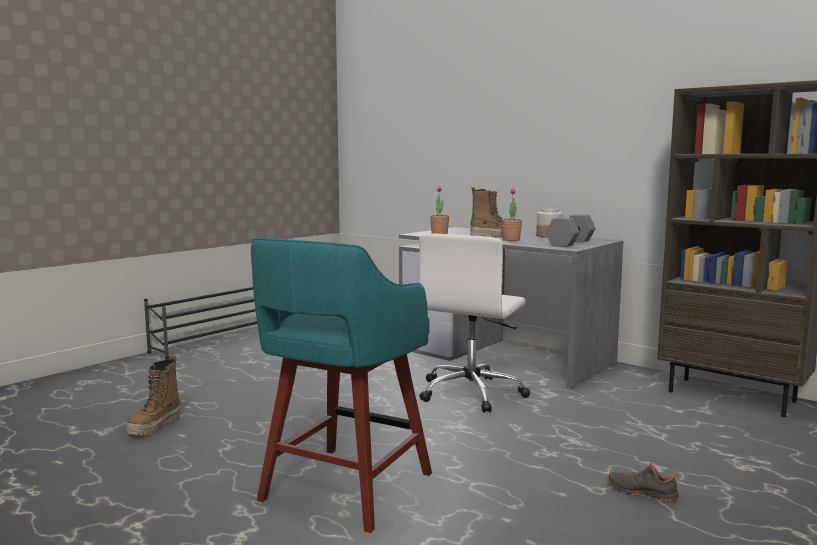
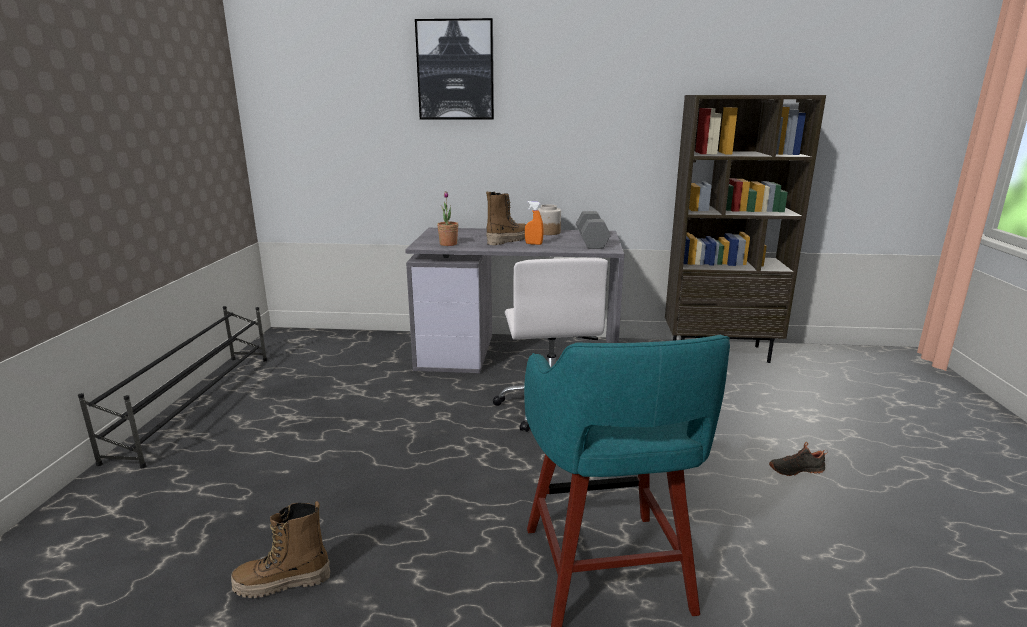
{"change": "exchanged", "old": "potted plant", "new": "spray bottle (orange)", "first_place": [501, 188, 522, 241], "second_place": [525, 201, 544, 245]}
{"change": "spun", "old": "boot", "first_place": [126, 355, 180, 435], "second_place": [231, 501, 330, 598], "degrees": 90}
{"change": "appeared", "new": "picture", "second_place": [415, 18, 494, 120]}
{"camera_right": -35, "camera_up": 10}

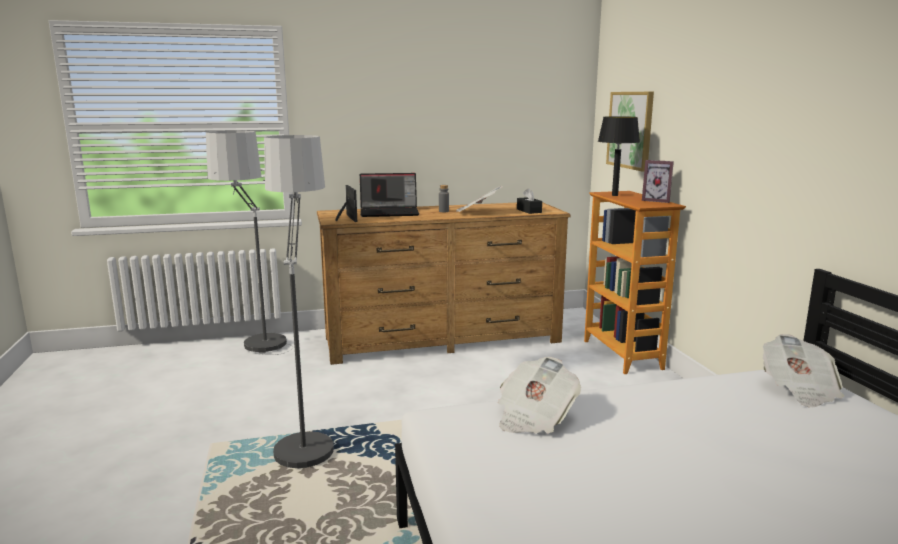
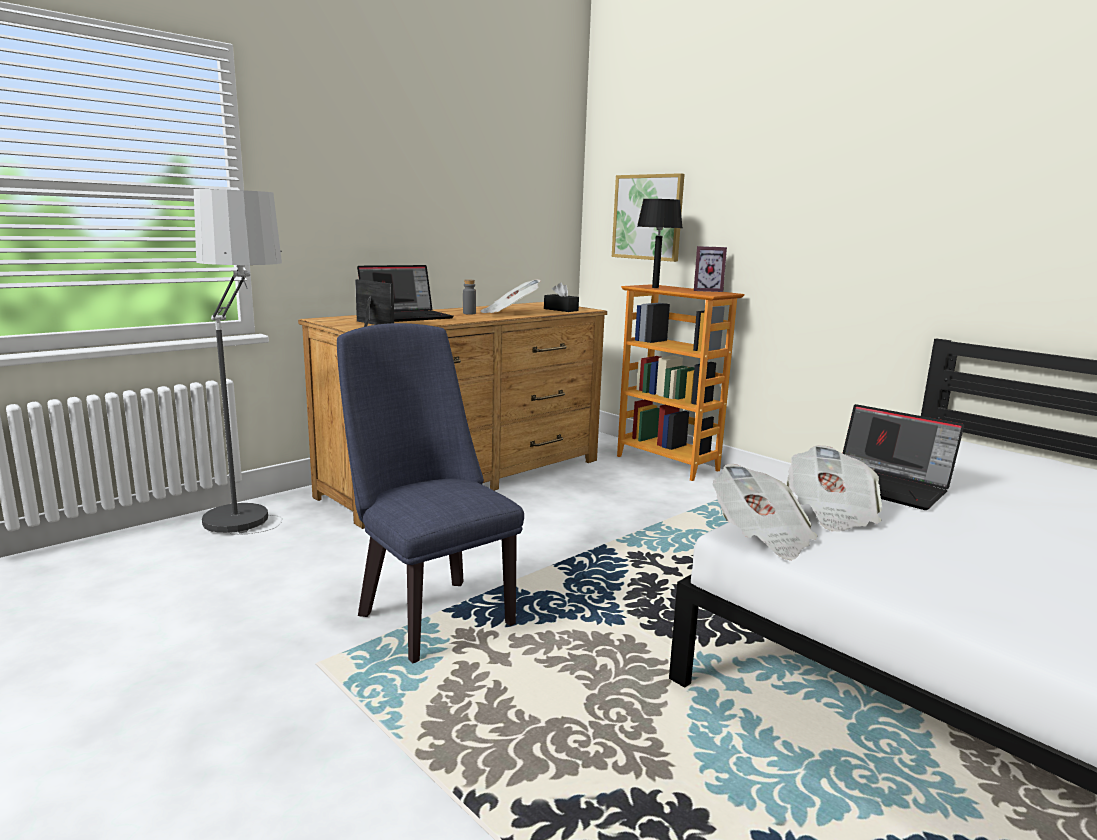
{"change": "exchanged", "old": "floor lamp", "new": "chair (blue)", "first_place": [263, 135, 334, 469], "second_place": [337, 323, 524, 663]}
{"change": "relocated", "old": "newspaper", "first_place": [763, 334, 844, 408], "second_place": [713, 464, 818, 561]}
{"change": "appeared", "new": "laptop", "second_place": [843, 404, 964, 510]}
{"camera_right": -30, "camera_up": 0}

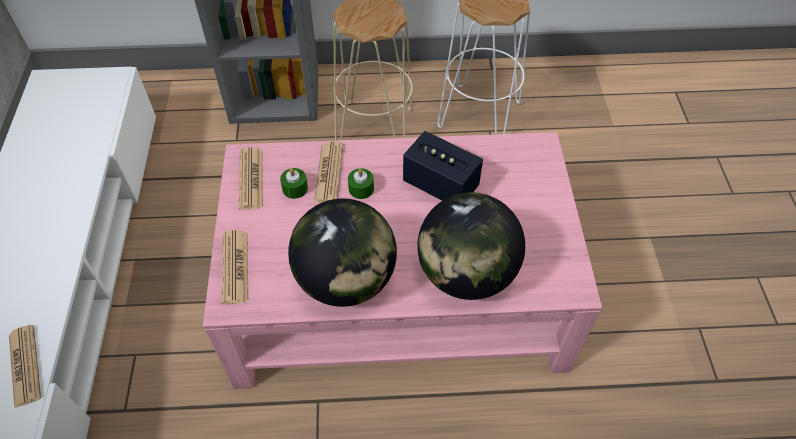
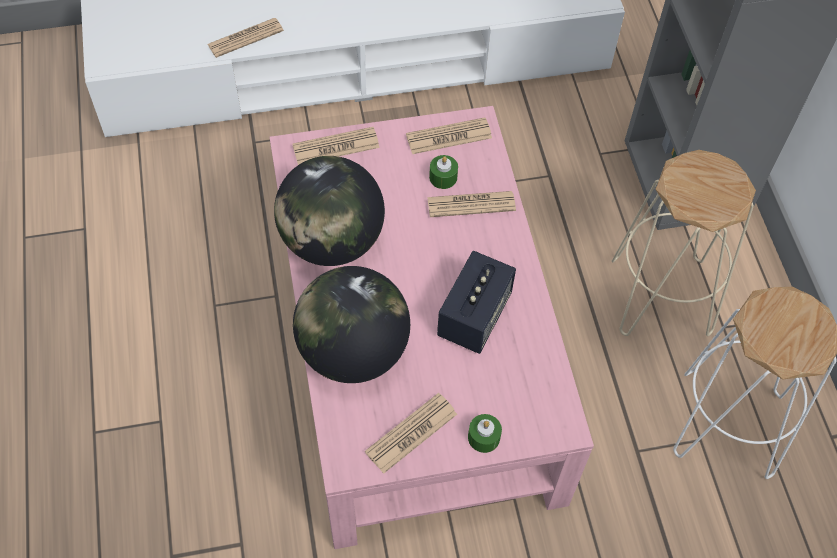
{"change": "relocated", "old": "candle (green)", "first_place": [348, 168, 374, 199], "second_place": [468, 414, 502, 453]}
{"change": "appeared", "new": "newspaper", "second_place": [365, 393, 457, 474]}
{"camera_right": 80, "camera_up": 5}

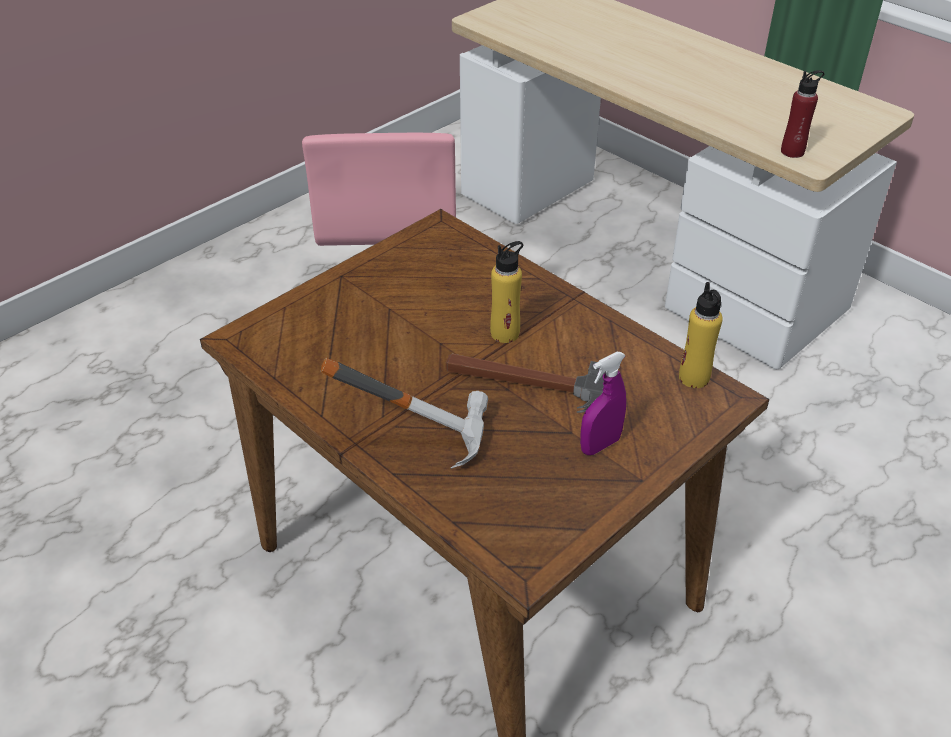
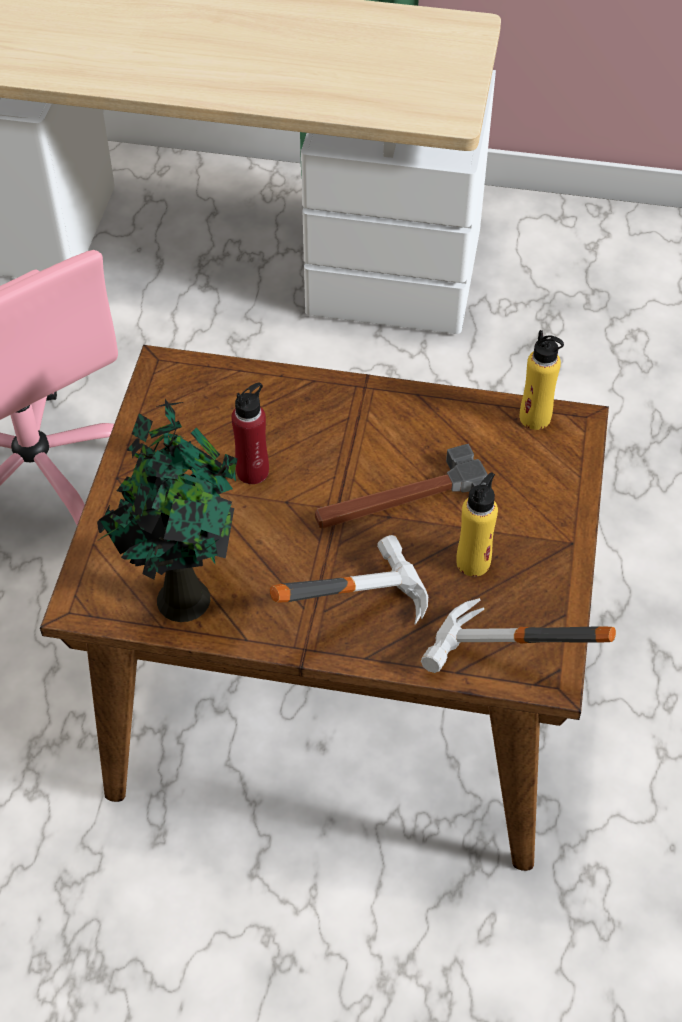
{"change": "relocated", "old": "bottle (red)", "first_place": [781, 70, 824, 158], "second_place": [231, 383, 269, 484]}
{"change": "relocated", "old": "bottle (yellow)", "first_place": [490, 241, 523, 343], "second_place": [456, 472, 498, 577]}
{"change": "missing", "old": "spray bottle (purple)", "first_place": [580, 352, 626, 455]}
{"change": "appeared", "new": "potted plant", "second_place": [97, 399, 238, 622]}
{"change": "appeared", "new": "hammer", "second_place": [421, 598, 616, 673]}
{"camera_right": -35, "camera_up": 10}

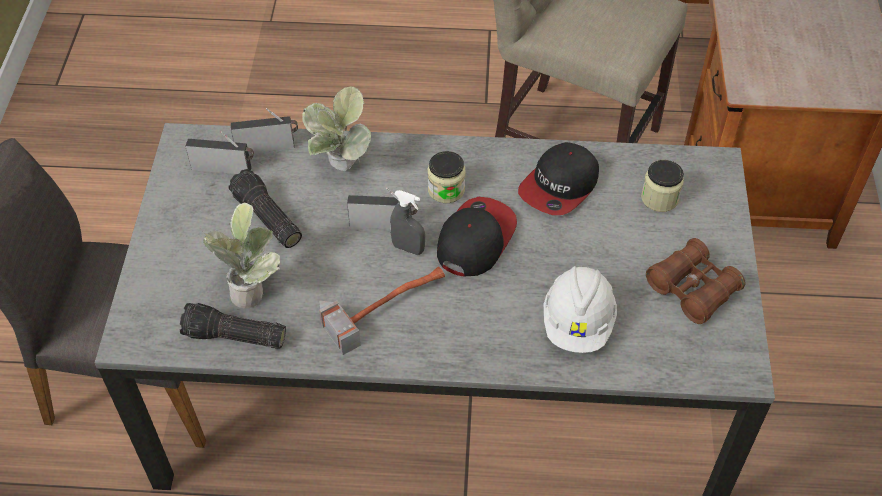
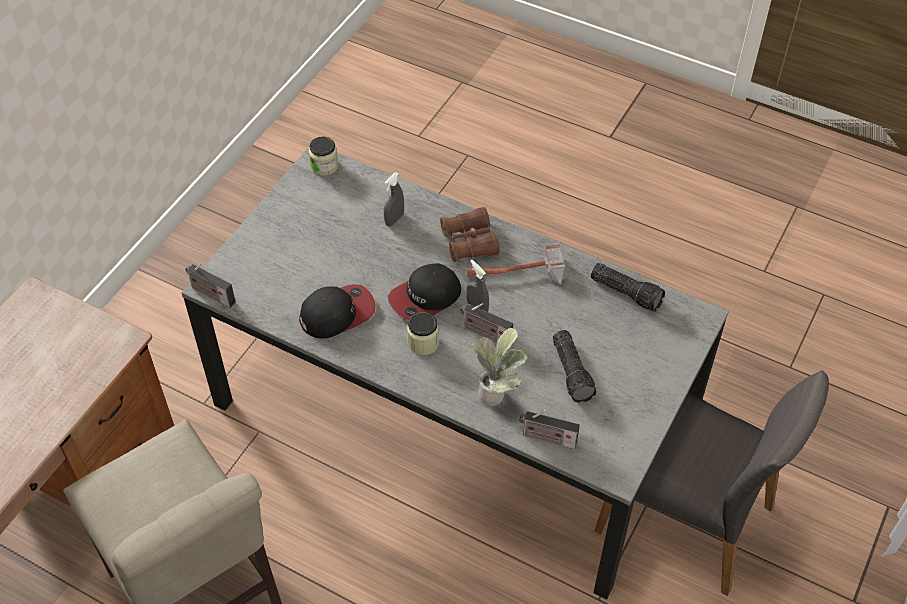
{"change": "relocated", "old": "radio", "first_place": [185, 131, 254, 174], "second_place": [185, 263, 236, 308]}
{"change": "relocated", "old": "jar", "first_place": [641, 160, 684, 212], "second_place": [309, 137, 339, 176]}
{"change": "missing", "old": "potted plant", "first_place": [203, 203, 280, 308]}
{"change": "relocated", "old": "binoculars (brown)", "first_place": [646, 238, 745, 324], "second_place": [440, 207, 500, 262]}
{"change": "exchanged", "old": "hard hat (white)", "new": "spray bottle (grey)", "first_place": [544, 266, 617, 353], "second_place": [384, 172, 404, 227]}
{"camera_right": -155, "camera_up": 0}

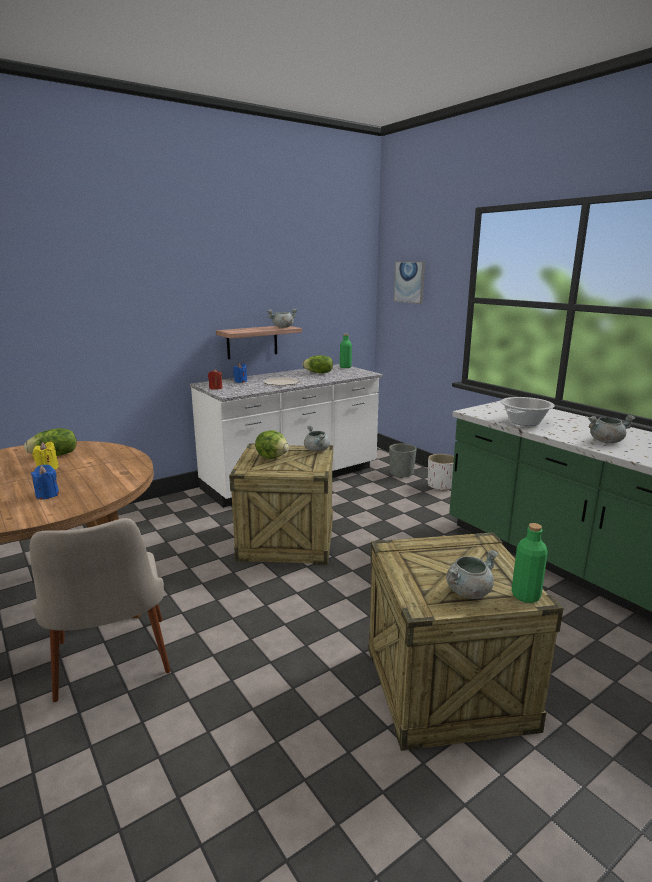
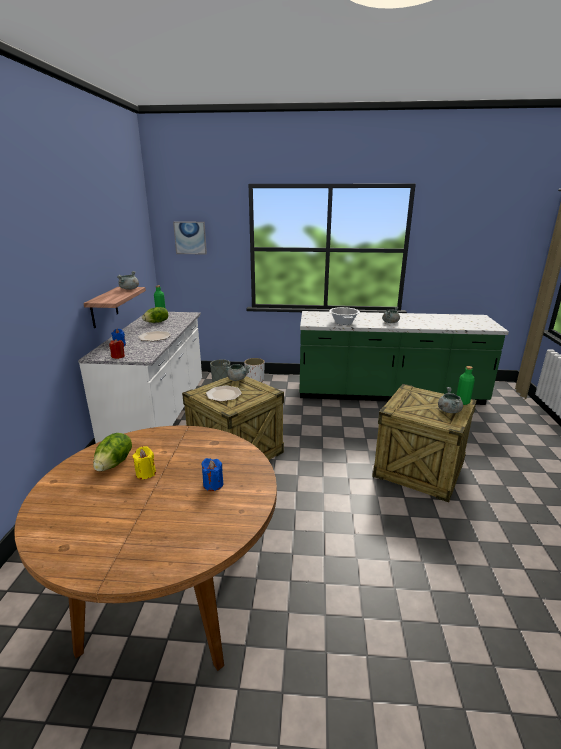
{"change": "exchanged", "old": "lettuce", "new": "plate", "first_place": [255, 430, 289, 459], "second_place": [206, 386, 242, 402]}
{"change": "missing", "old": "chair (beige)", "first_place": [30, 518, 171, 702]}
{"camera_right": -50, "camera_up": 5}

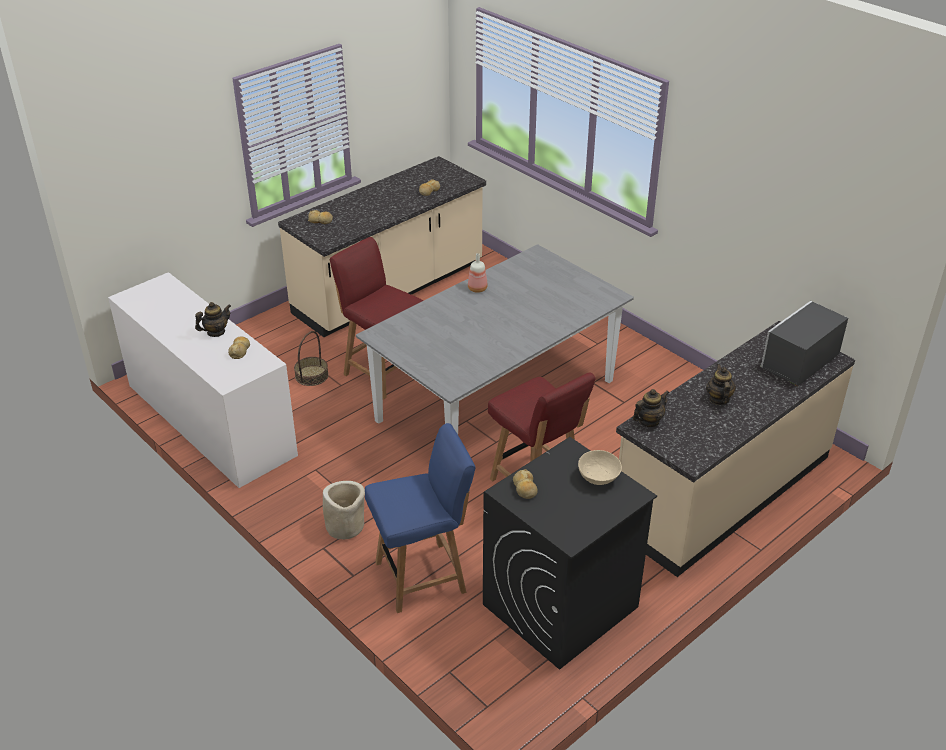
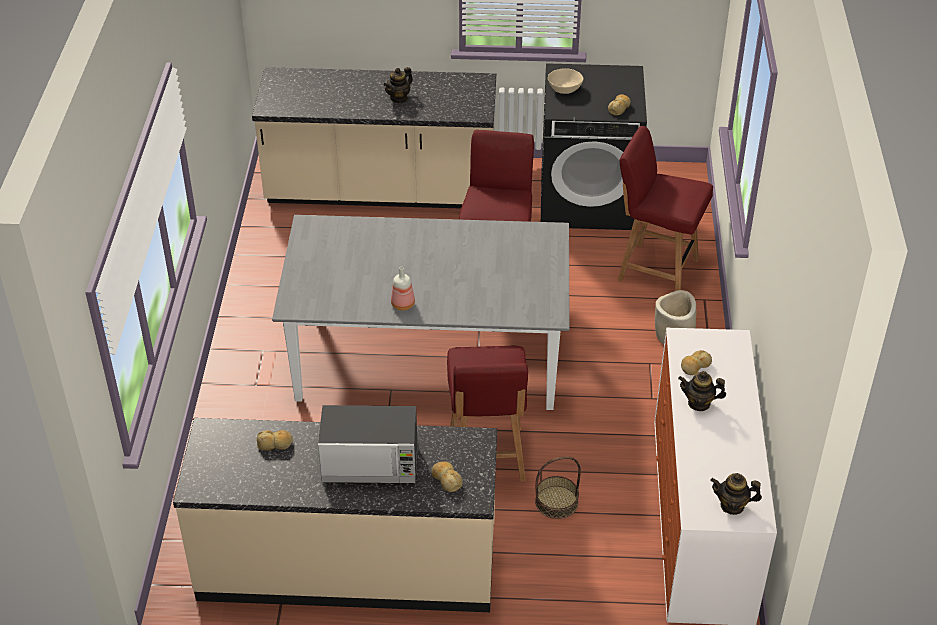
{"change": "relocated", "old": "microwave", "first_place": [760, 301, 848, 386], "second_place": [318, 405, 418, 483]}
{"change": "relocated", "old": "teapot", "first_place": [633, 389, 669, 427], "second_place": [710, 473, 762, 515]}
{"change": "colour", "old": "chair (blue)", "new": "chair (red)", "first_place": [365, 423, 475, 613], "second_place": [618, 126, 713, 291]}
{"camera_right": -135, "camera_up": 5}

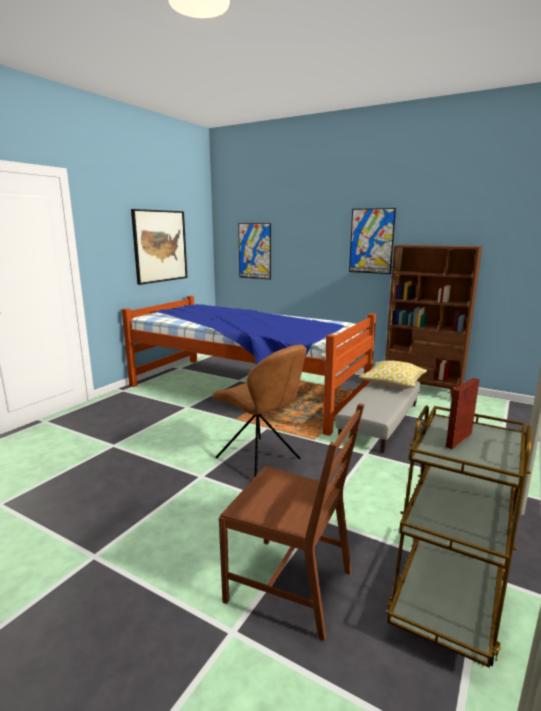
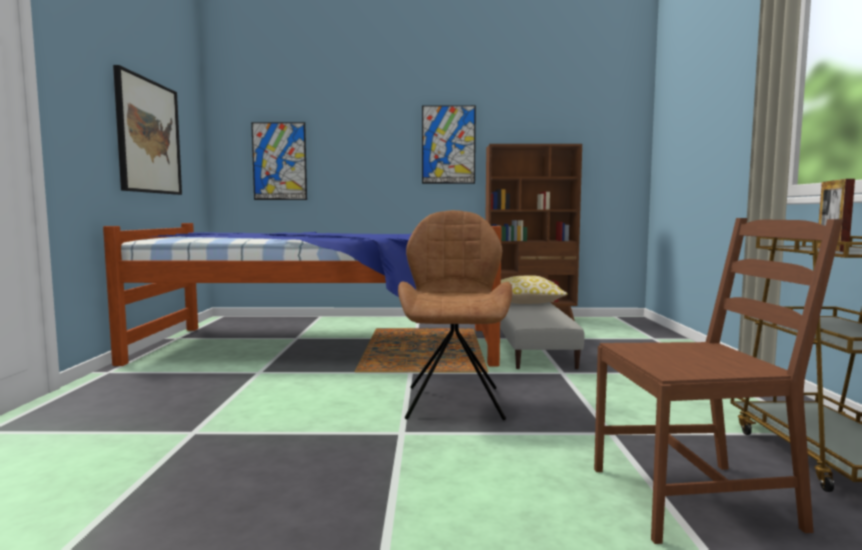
{"change": "spun", "old": "chair (brown)", "first_place": [212, 344, 307, 478], "second_place": [398, 210, 512, 420], "degrees": -105}
{"camera_right": -30, "camera_up": -10}

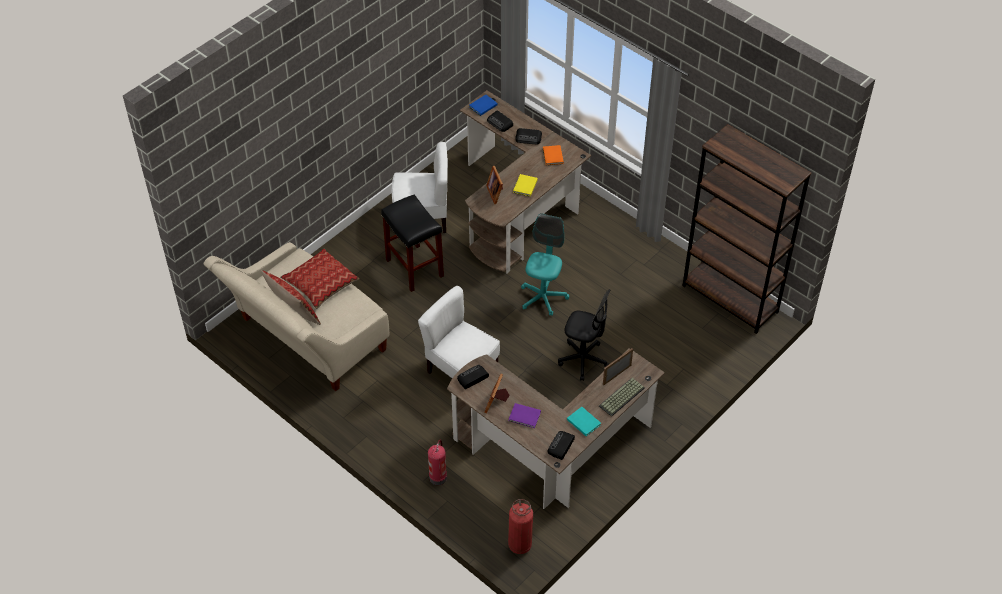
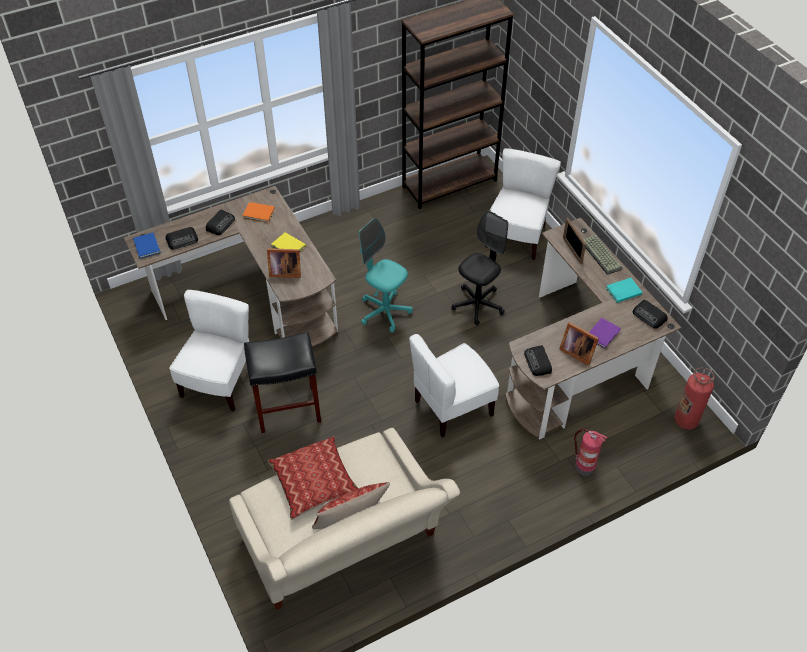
{"change": "appeared", "new": "chair (white)", "second_place": [485, 148, 561, 260]}
{"camera_right": -70, "camera_up": 0}

